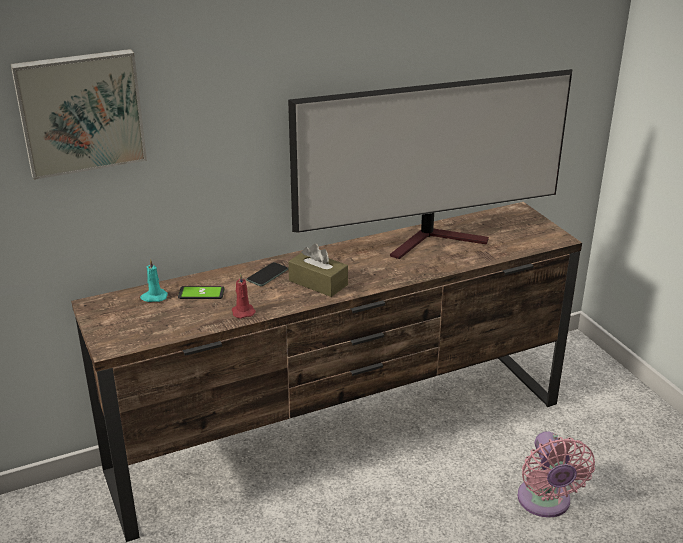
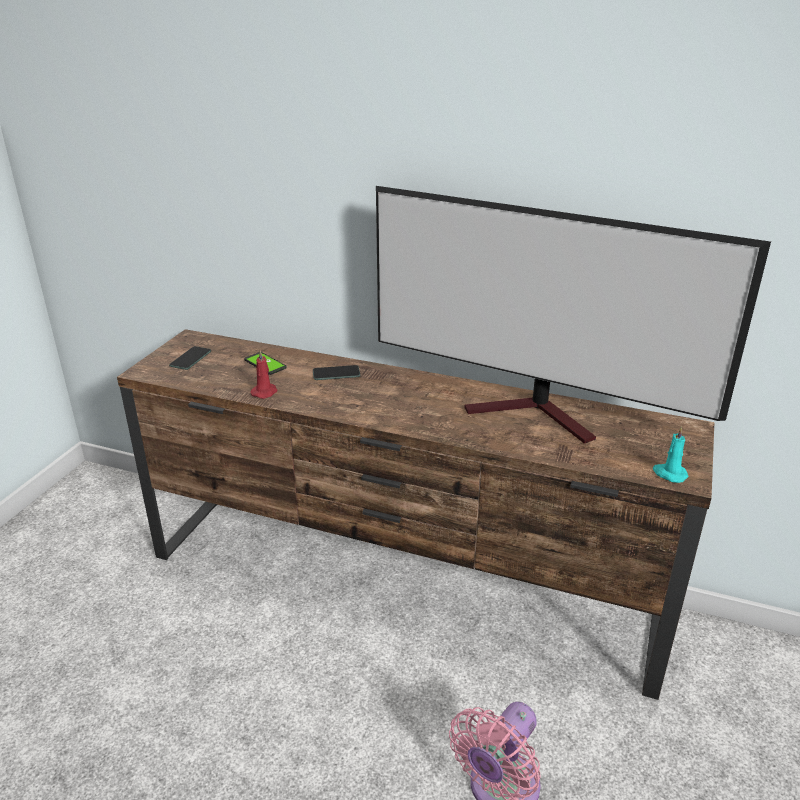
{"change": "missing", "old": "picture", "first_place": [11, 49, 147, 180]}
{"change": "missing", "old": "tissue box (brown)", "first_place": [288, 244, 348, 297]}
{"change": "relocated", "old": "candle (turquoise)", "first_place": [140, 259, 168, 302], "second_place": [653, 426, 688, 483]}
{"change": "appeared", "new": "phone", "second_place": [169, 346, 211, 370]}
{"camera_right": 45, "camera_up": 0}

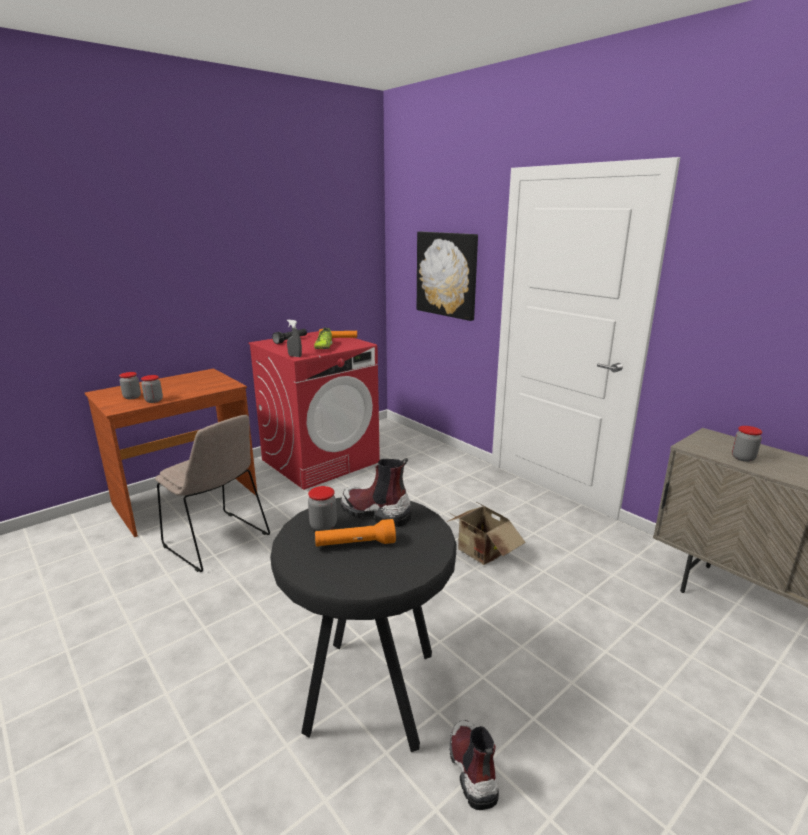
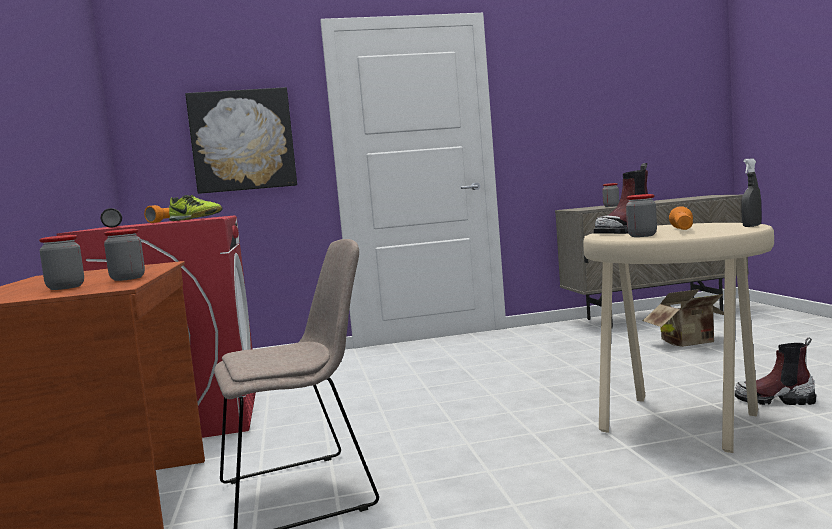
{"change": "relocated", "old": "spray bottle (grey)", "first_place": [287, 320, 302, 357], "second_place": [741, 159, 762, 227]}
{"change": "colour", "old": "stool (black)", "new": "stool (beige)", "first_place": [270, 497, 457, 752], "second_place": [583, 223, 774, 453]}
{"change": "relocated", "old": "cardboard box", "first_place": [446, 500, 526, 565], "second_place": [643, 289, 724, 347]}
{"camera_right": -60, "camera_up": -15}

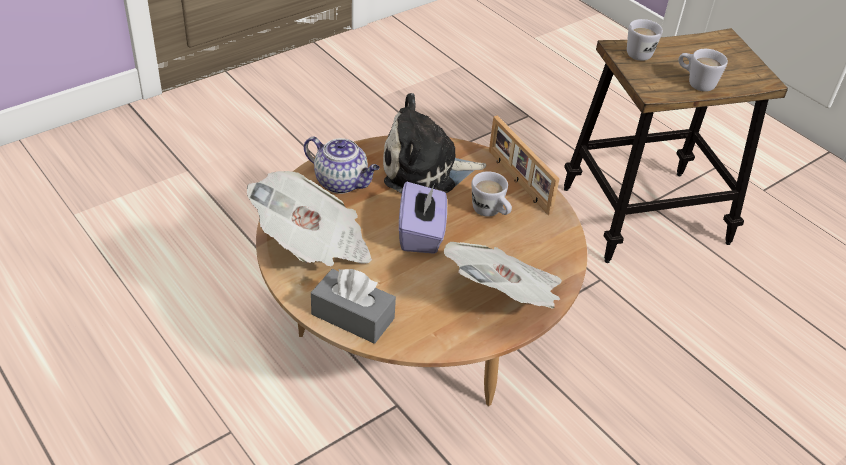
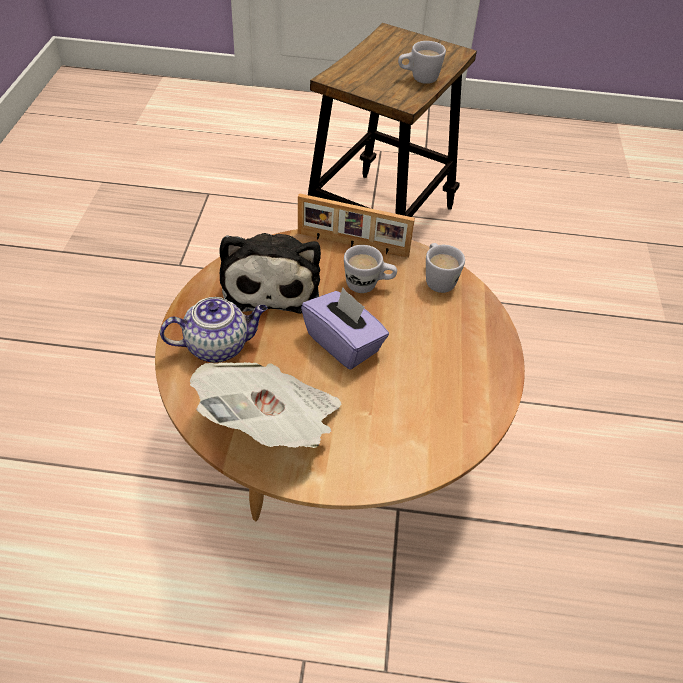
{"change": "relocated", "old": "mug (white)", "first_place": [627, 19, 663, 61], "second_place": [426, 243, 465, 293]}
{"change": "spun", "old": "plush toy", "first_place": [383, 93, 487, 193], "second_place": [219, 233, 321, 314], "degrees": -45}
{"change": "missing", "old": "newspaper", "first_place": [444, 242, 562, 308]}
{"change": "missing", "old": "tissue box (grey)", "first_place": [311, 269, 396, 344]}
{"camera_right": -45, "camera_up": 5}

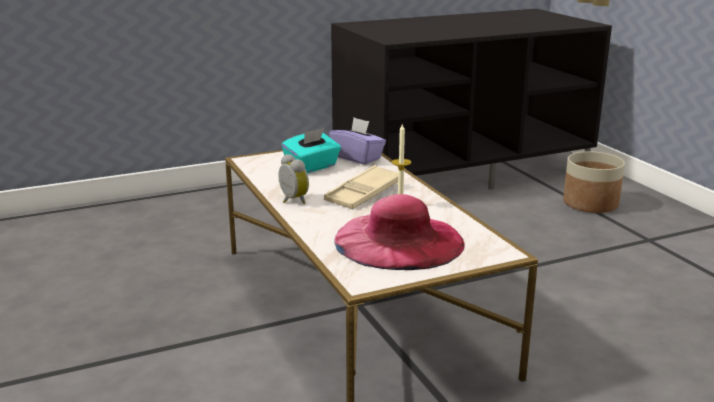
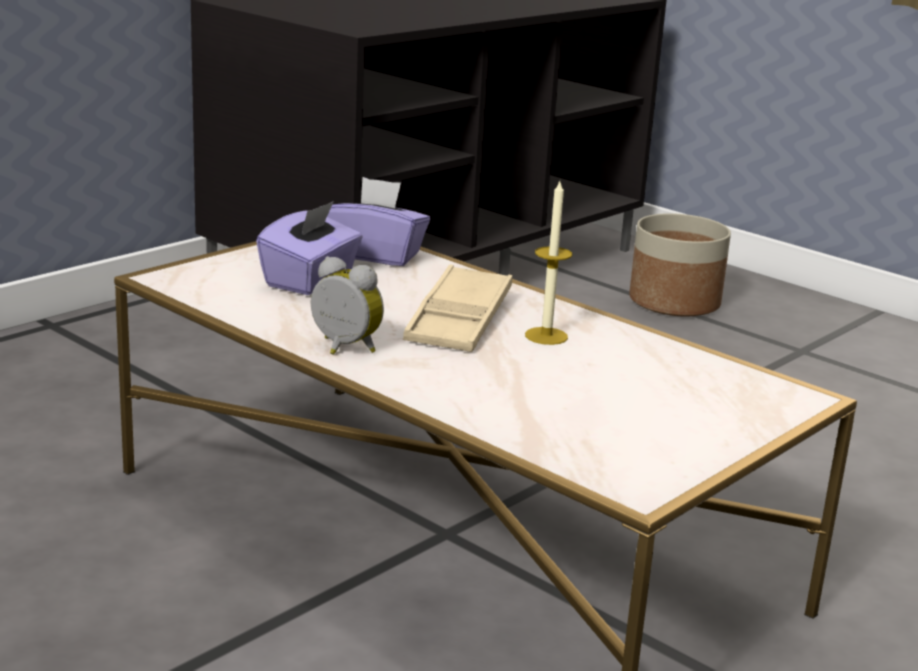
{"change": "colour", "old": "tissue box (turquoise)", "new": "tissue box (purple)", "first_place": [282, 128, 341, 173], "second_place": [256, 201, 363, 295]}
{"change": "missing", "old": "hat (pink)", "first_place": [334, 194, 465, 270]}
{"camera_right": -25, "camera_up": 0}

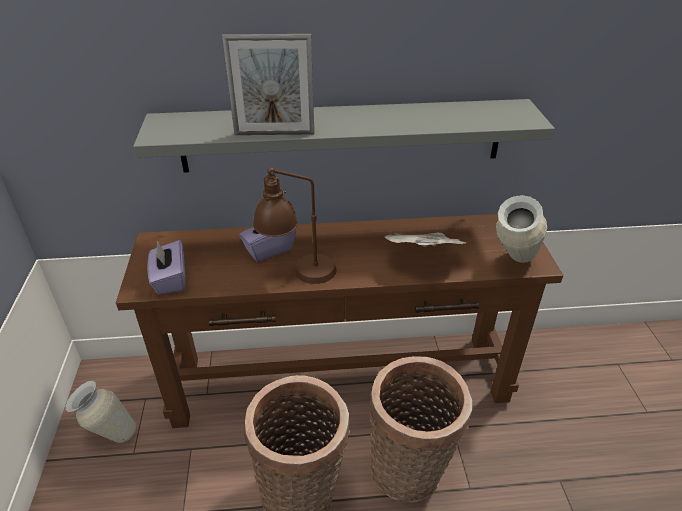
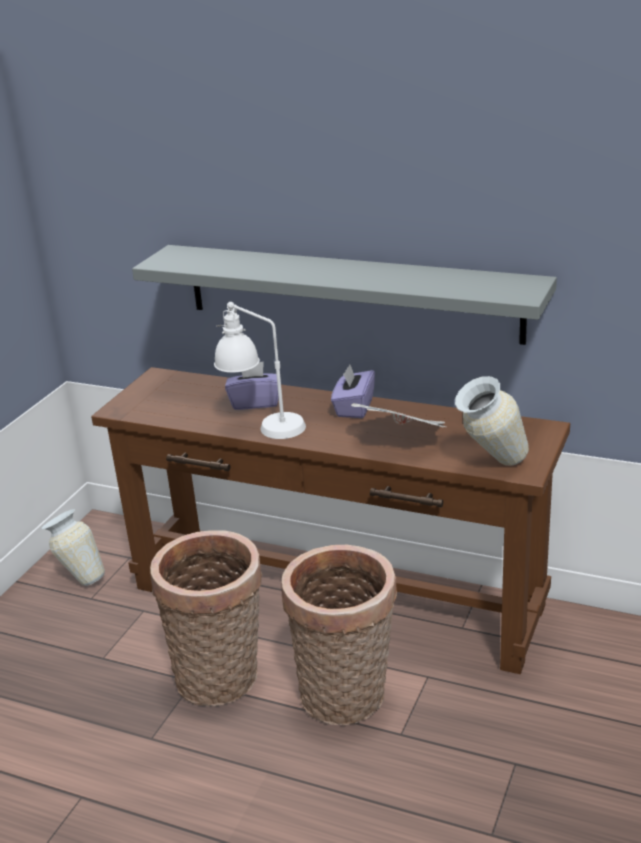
{"change": "missing", "old": "picture frame", "first_place": [222, 34, 314, 135]}
{"change": "colour", "old": "table lamp (brown)", "new": "table lamp (white)", "first_place": [253, 167, 337, 284], "second_place": [214, 302, 306, 439]}
{"change": "relocated", "old": "tissue box (purple)", "first_place": [147, 240, 185, 295], "second_place": [331, 364, 375, 418]}
{"camera_right": 30, "camera_up": -10}

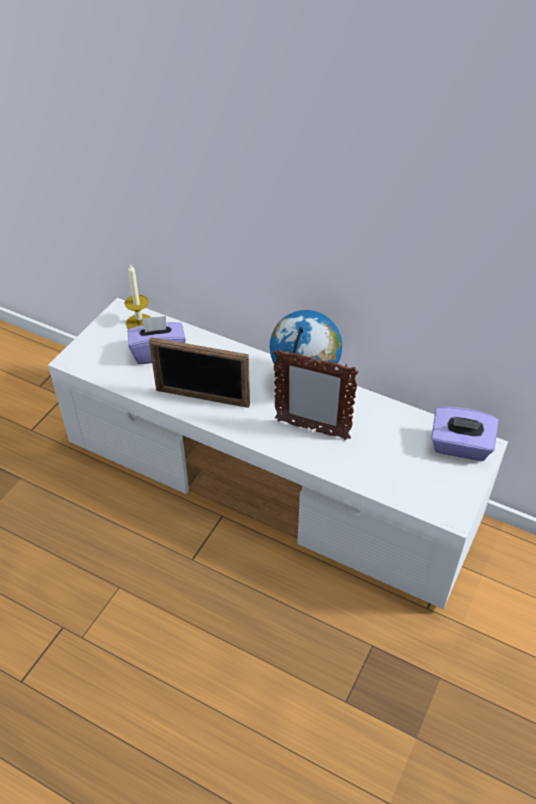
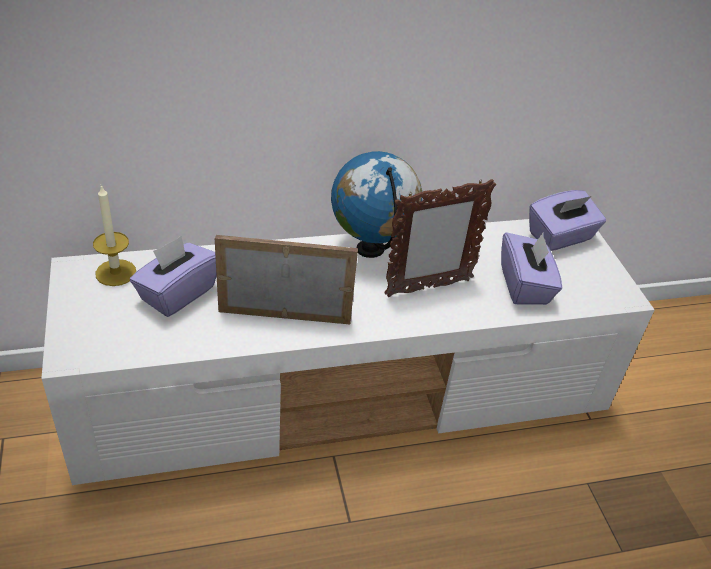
{"change": "spun", "old": "picture frame", "first_place": [149, 337, 250, 408], "second_place": [215, 235, 358, 324], "degrees": -150}
{"change": "appeared", "new": "tissue box (purple)", "second_place": [501, 232, 562, 305]}
{"camera_right": -45, "camera_up": -5}

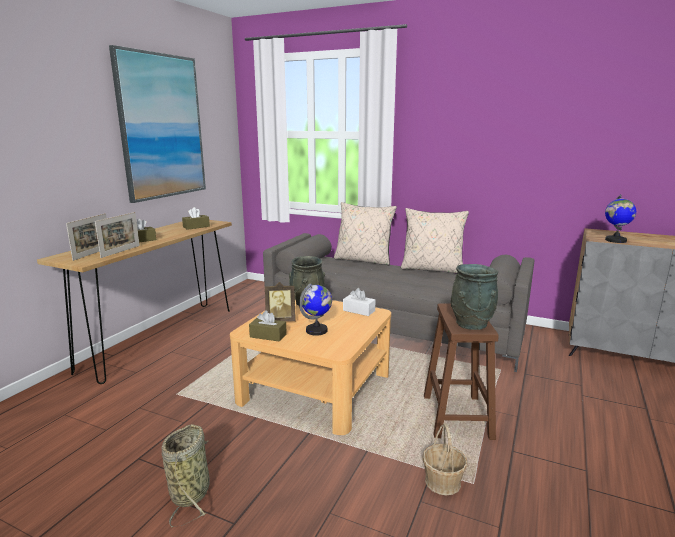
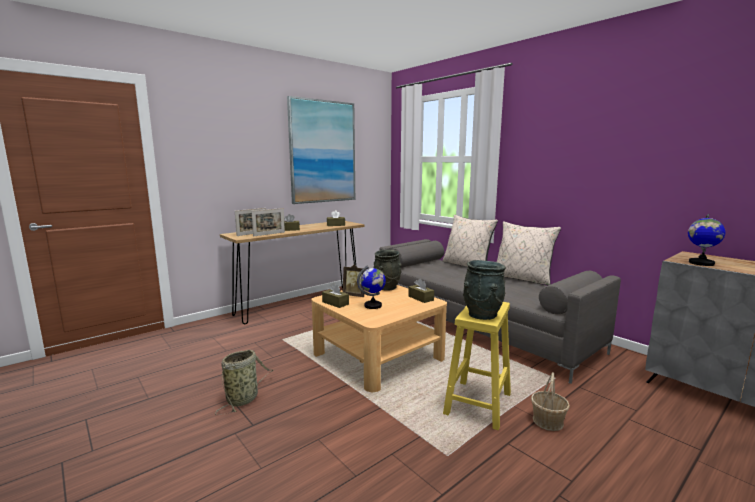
{"change": "colour", "old": "tissue box (white)", "new": "tissue box (brown)", "first_place": [343, 288, 375, 316], "second_place": [408, 278, 434, 303]}
{"change": "colour", "old": "stool (brown)", "new": "stool (yellow)", "first_place": [424, 303, 499, 440], "second_place": [443, 302, 511, 430]}
{"change": "relocated", "old": "basket", "first_place": [422, 423, 468, 496], "second_place": [531, 372, 570, 431]}
{"camera_right": 25, "camera_up": -5}

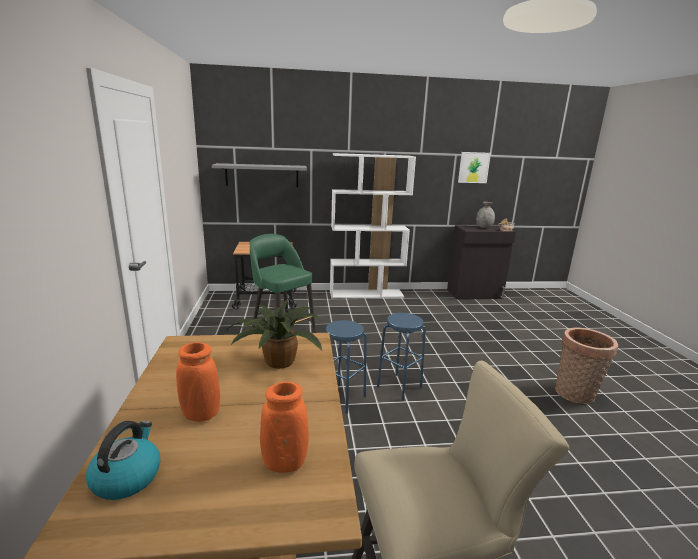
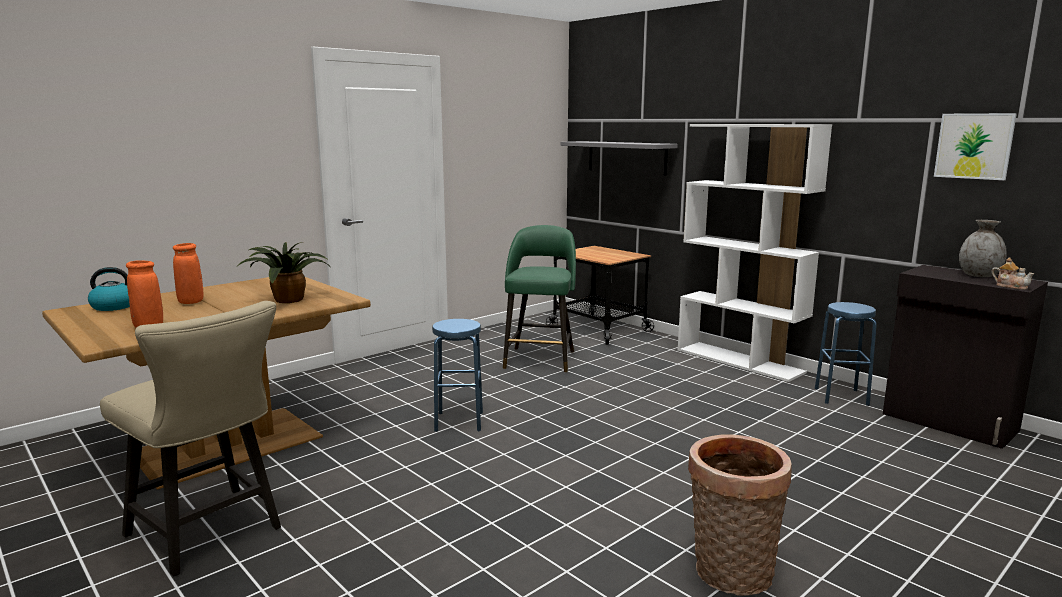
{"change": "relocated", "old": "stool (blue)", "first_place": [377, 313, 426, 401], "second_place": [815, 302, 877, 406]}
{"camera_right": 55, "camera_up": -5}

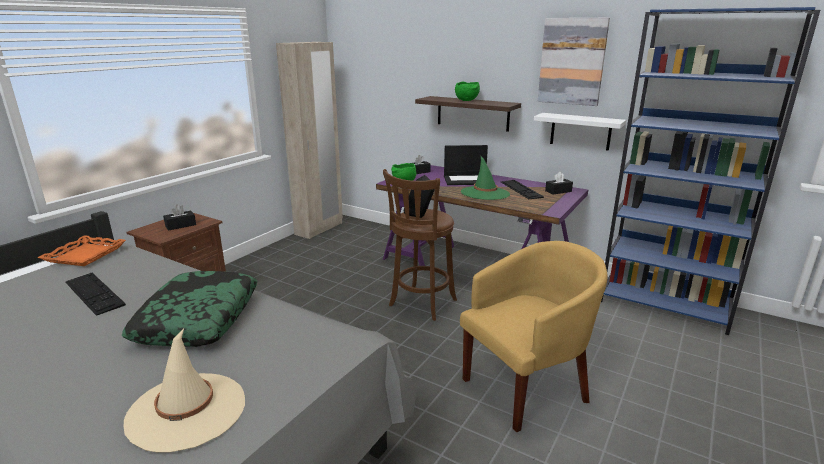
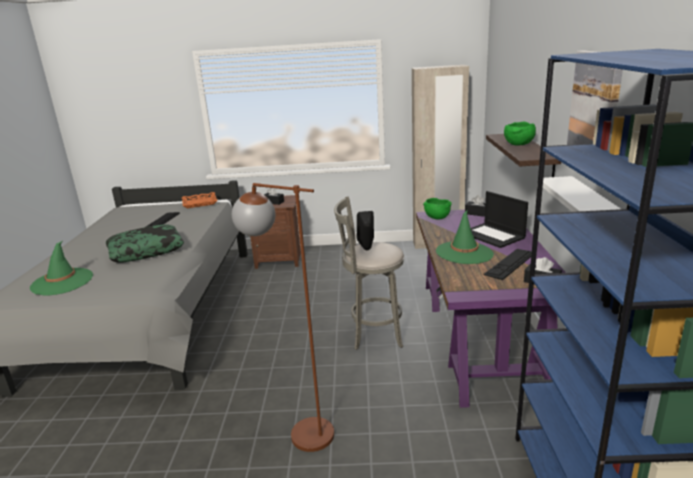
{"change": "colour", "old": "stool (brown)", "new": "stool (grey)", "first_place": [383, 169, 457, 321], "second_place": [334, 196, 404, 350]}
{"change": "exchanged", "old": "armchair (yellow)", "new": "floor lamp (brown)", "first_place": [460, 241, 608, 432], "second_place": [232, 183, 334, 452]}
{"change": "colour", "old": "hat (beige)", "new": "hat (green)", "first_place": [124, 329, 245, 453], "second_place": [30, 241, 93, 296]}
{"camera_right": 60, "camera_up": 0}

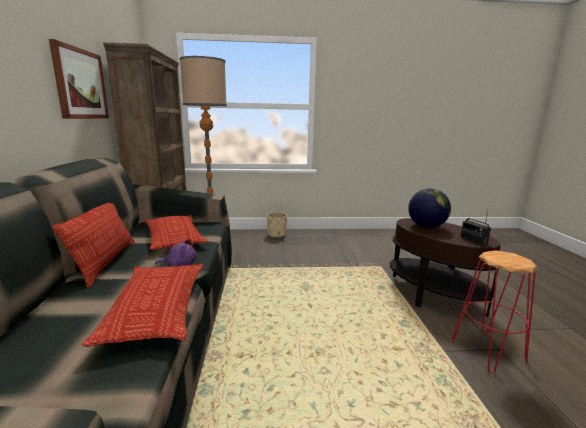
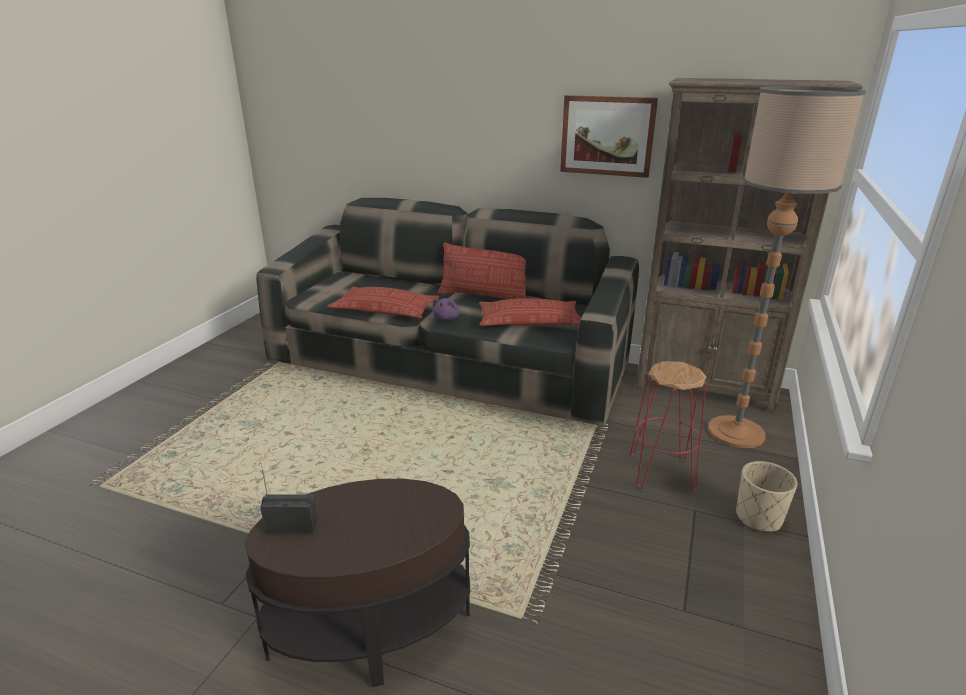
{"change": "missing", "old": "globe", "first_place": [408, 189, 451, 228]}
{"change": "relocated", "old": "stool (red)", "first_place": [452, 250, 538, 373], "second_place": [630, 361, 707, 491]}
{"camera_right": 115, "camera_up": 10}

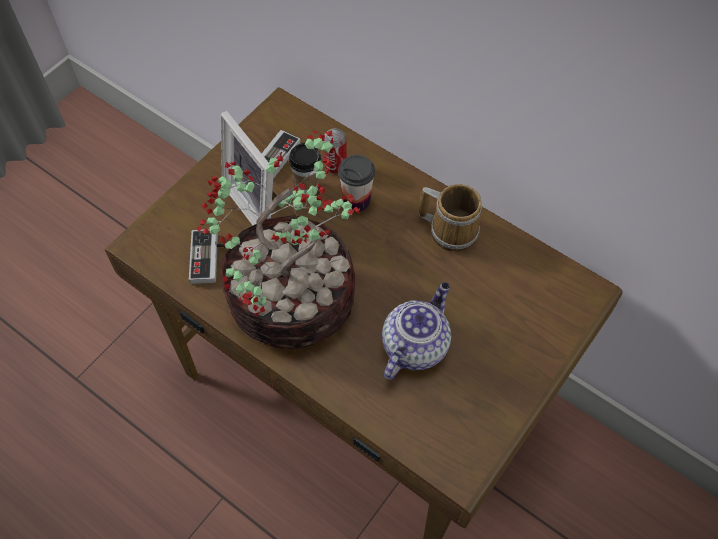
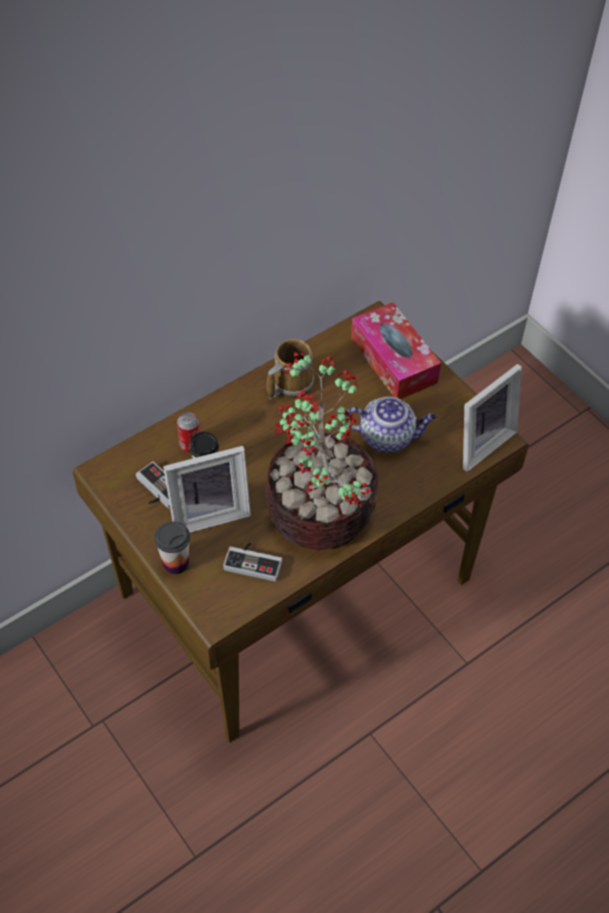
{"change": "relocated", "old": "cup", "first_place": [338, 155, 375, 212], "second_place": [154, 521, 190, 574]}
{"change": "spun", "old": "teapot", "first_place": [382, 282, 451, 380], "second_place": [346, 397, 437, 453], "degrees": 135}
{"change": "appeared", "new": "tissue box", "second_place": [351, 302, 441, 399]}
{"change": "appeared", "new": "picture frame", "second_place": [463, 364, 522, 472]}
{"camera_right": -75, "camera_up": -5}

